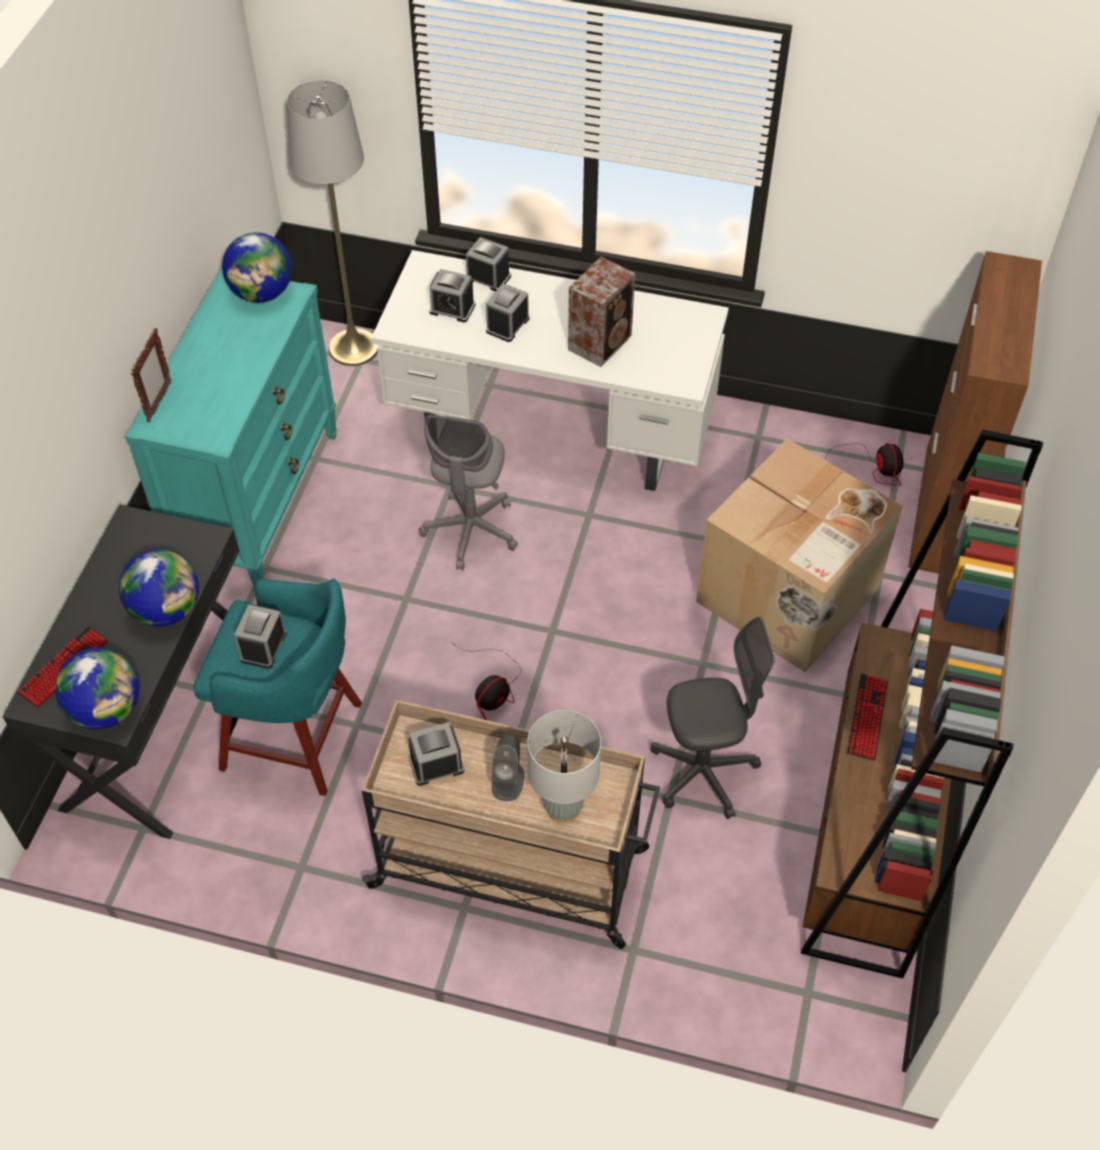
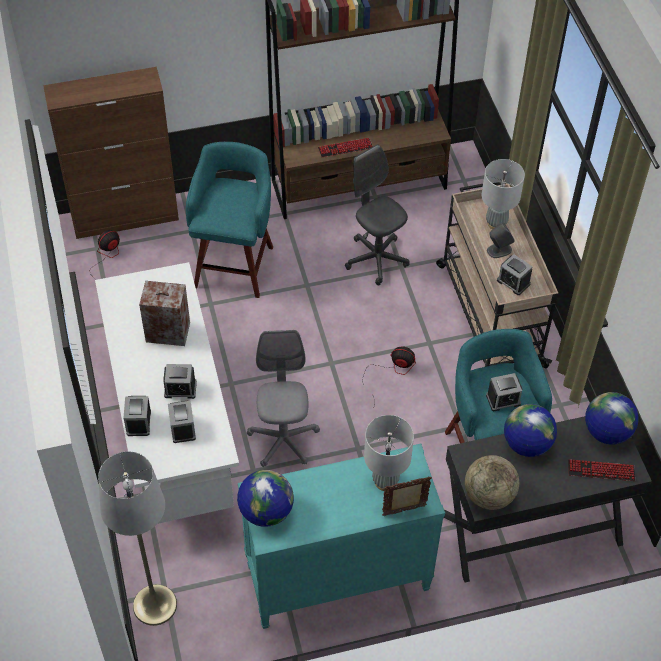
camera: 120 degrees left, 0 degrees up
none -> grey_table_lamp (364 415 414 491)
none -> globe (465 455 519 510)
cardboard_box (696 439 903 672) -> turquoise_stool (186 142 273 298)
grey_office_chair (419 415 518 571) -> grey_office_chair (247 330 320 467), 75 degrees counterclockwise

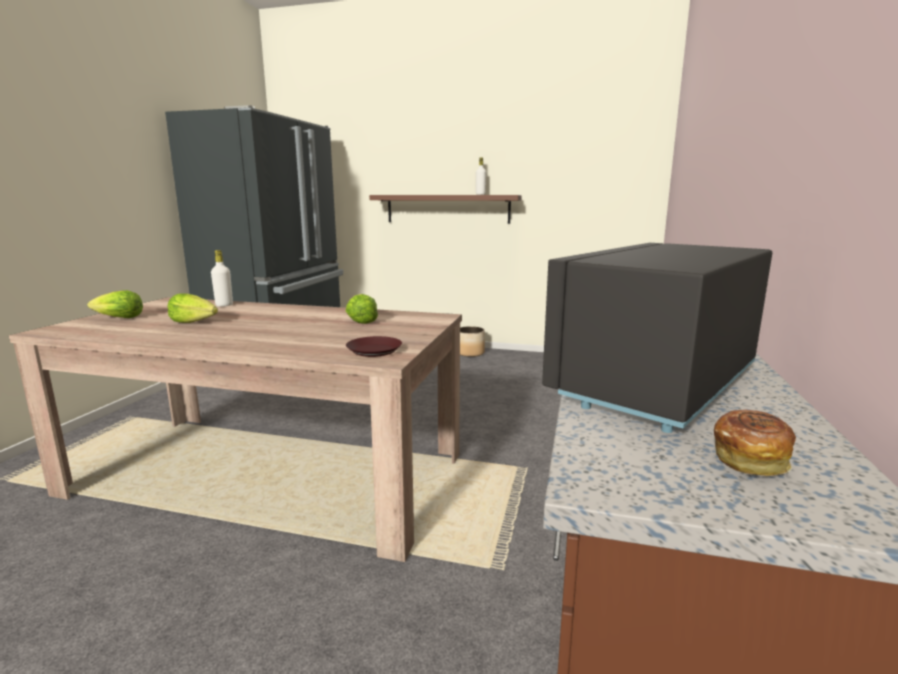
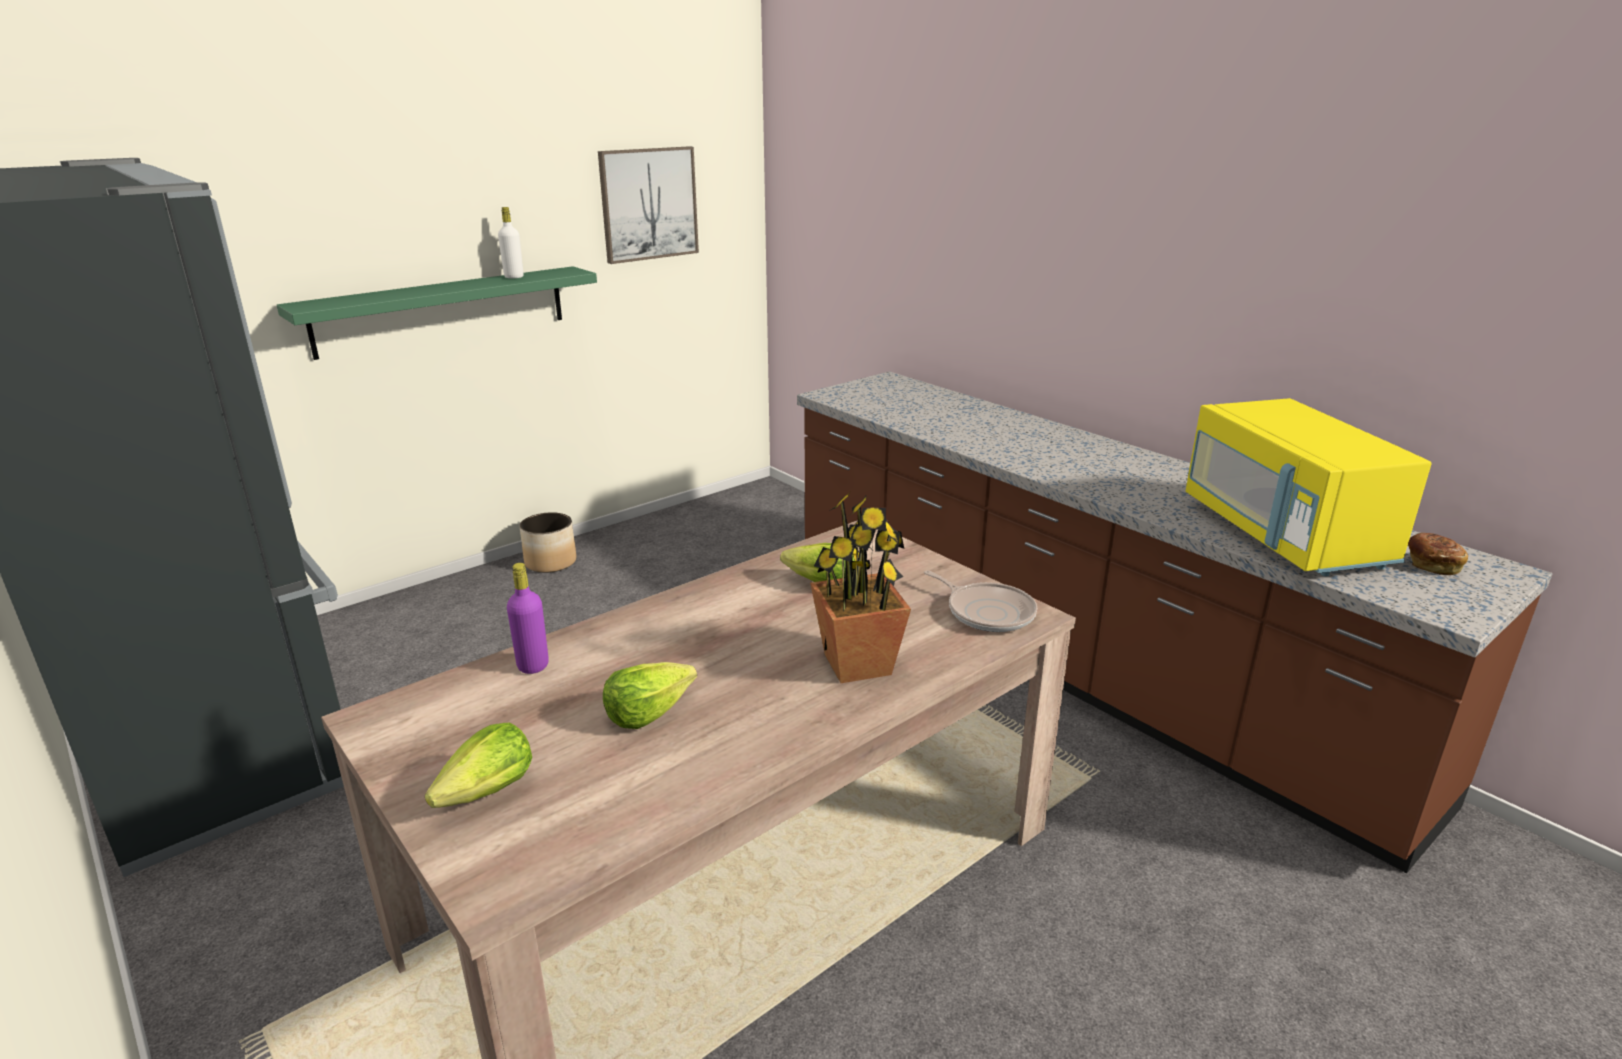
camera: 55 degrees left, 10 degrees up
none -> picture (598 146 699 264)
none -> potted_plant (810 492 911 683)
brown_plate (346 336 402 357) -> frying_pan (924 570 1037 632)
white_bottle (211 250 233 307) -> purple_bottle (507 563 549 674)
brown_shelf (369 195 522 224) -> green_shelf (277 266 597 360)
black_microwave (542 243 772 433) -> yellow_microwave (1186 398 1431 576)

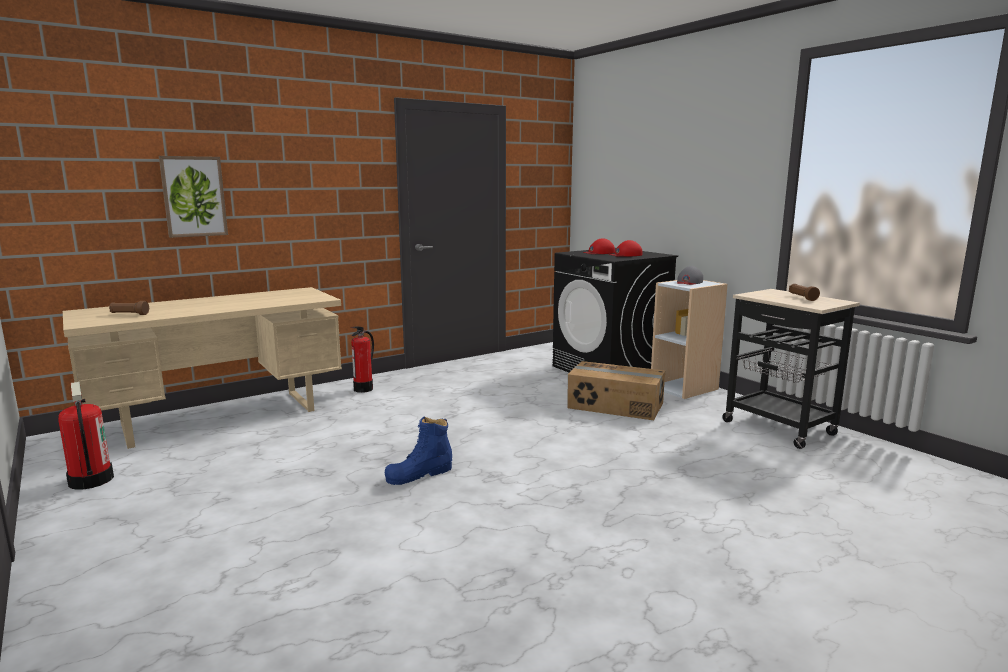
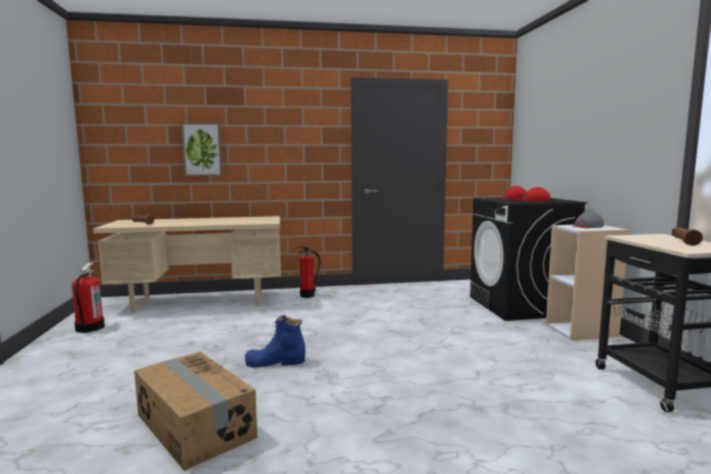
camera: 25 degrees right, 5 degrees down
cardboard_box (567 361 665 420) -> cardboard_box (134 351 257 471), moved

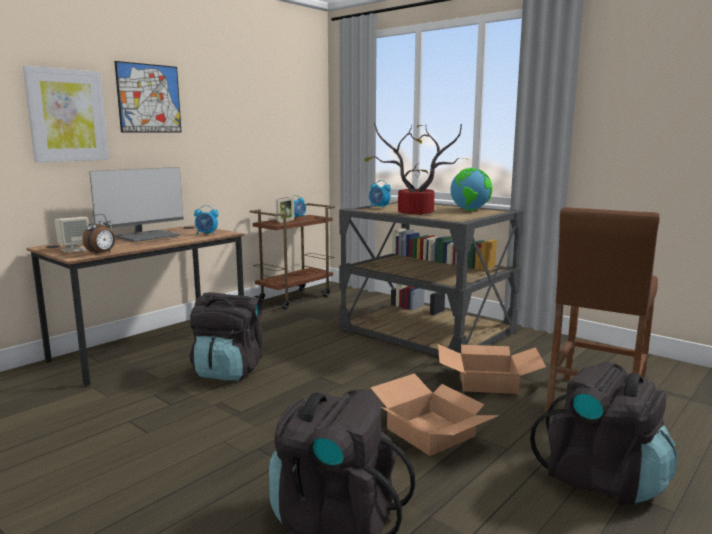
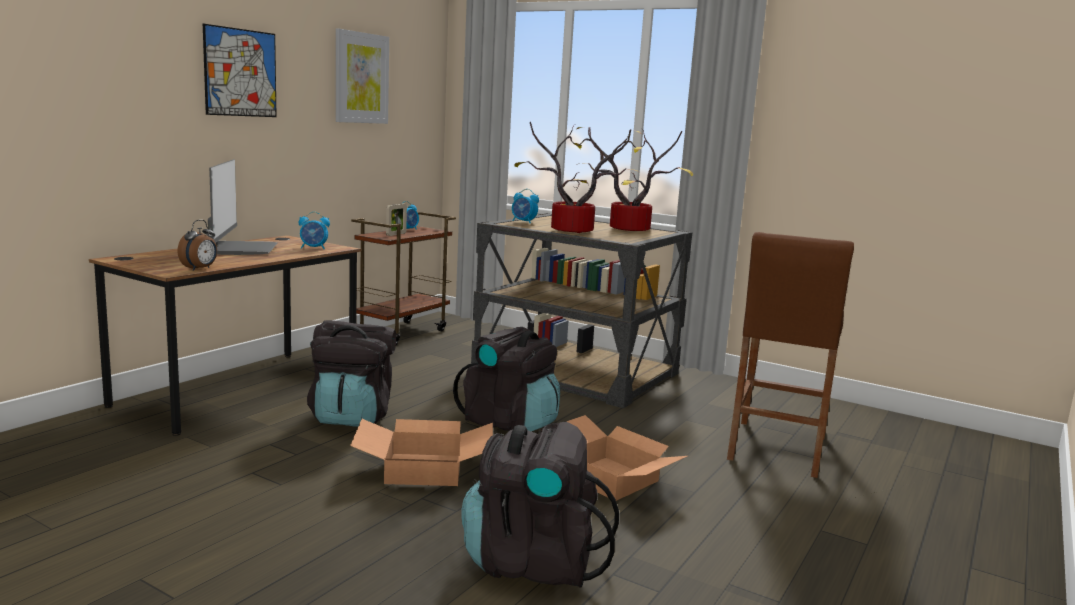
camera: 10 degrees left, 0 degrees up
beige_speaker (55 217 89 253) -> none
picture (23 66 109 162) -> picture (335 28 389 124), moved
cardboard_box (438 344 546 394) -> cardboard_box (350 419 493 486), moved
black_backpack (530 362 677 505) -> black_backpack (453 327 560 431), moved
globe (450 168 492 211) -> potted_plant (579 127 693 231)
monitor (89 167 184 242) -> monitor (208 159 277 255), 45 degrees counterclockwise

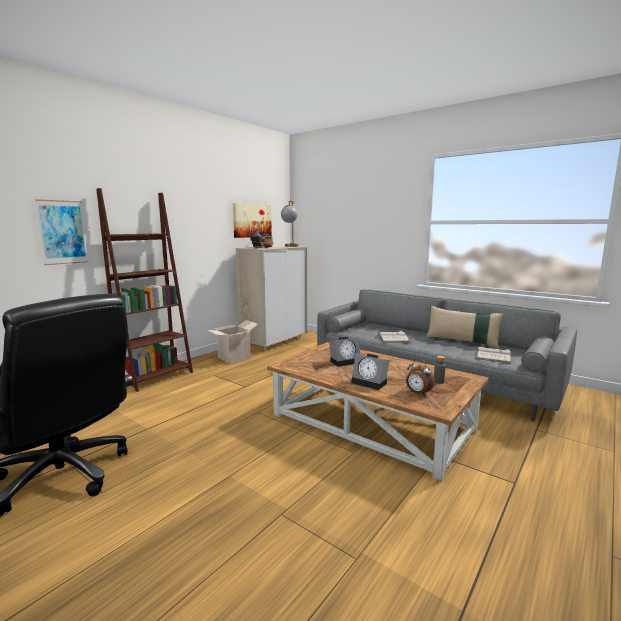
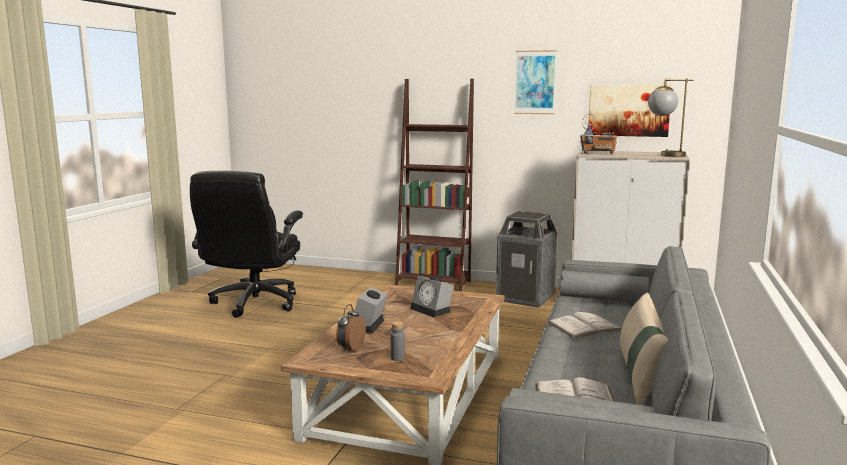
camera: 70 degrees right, 0 degrees up
picture (35 199 89 265) -> picture (514 50 557 114), moved
cardboard_box (207 320 258 364) -> trash_can (496 211 557 308)

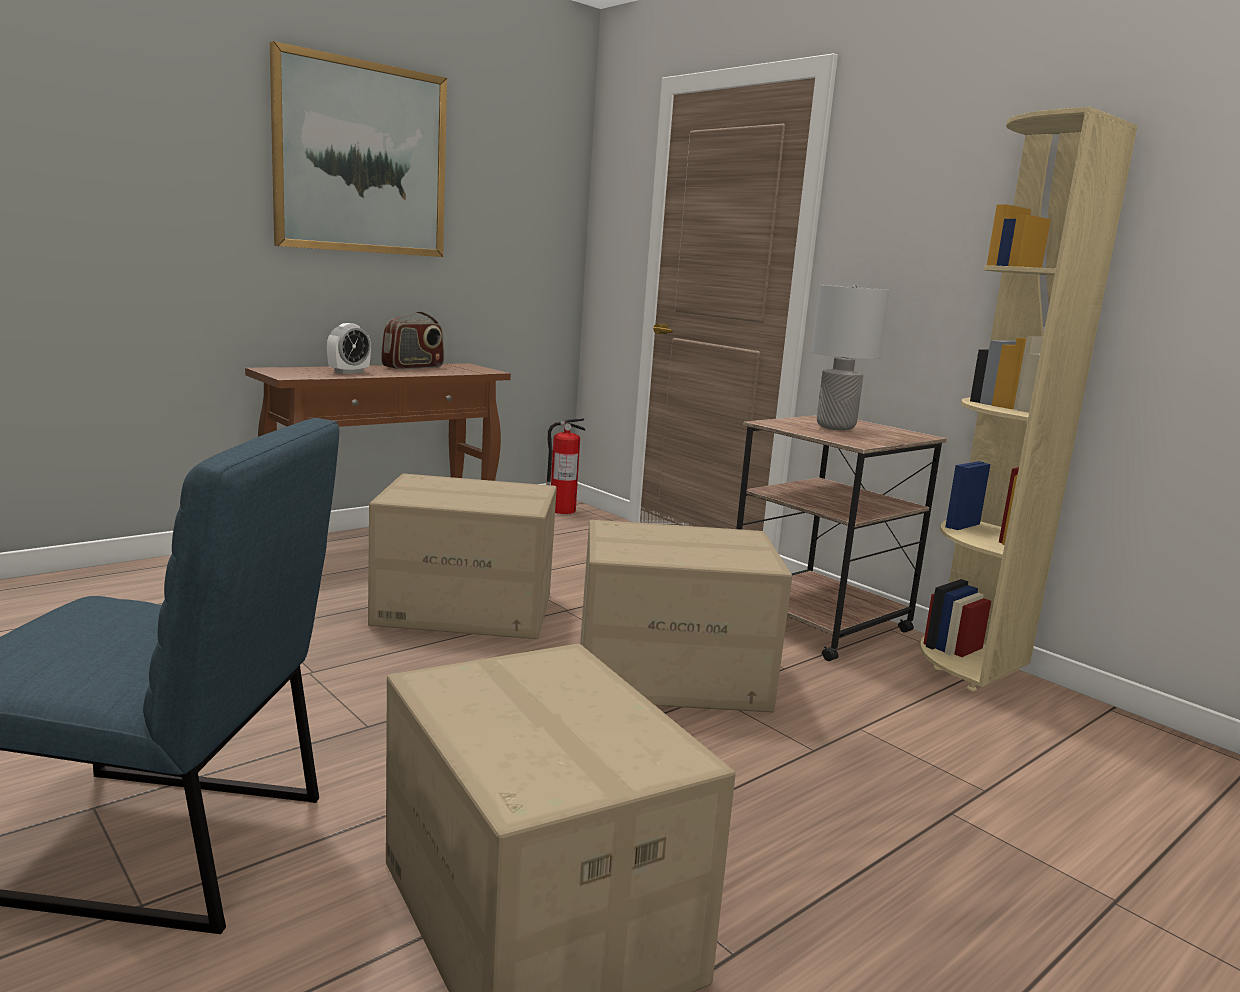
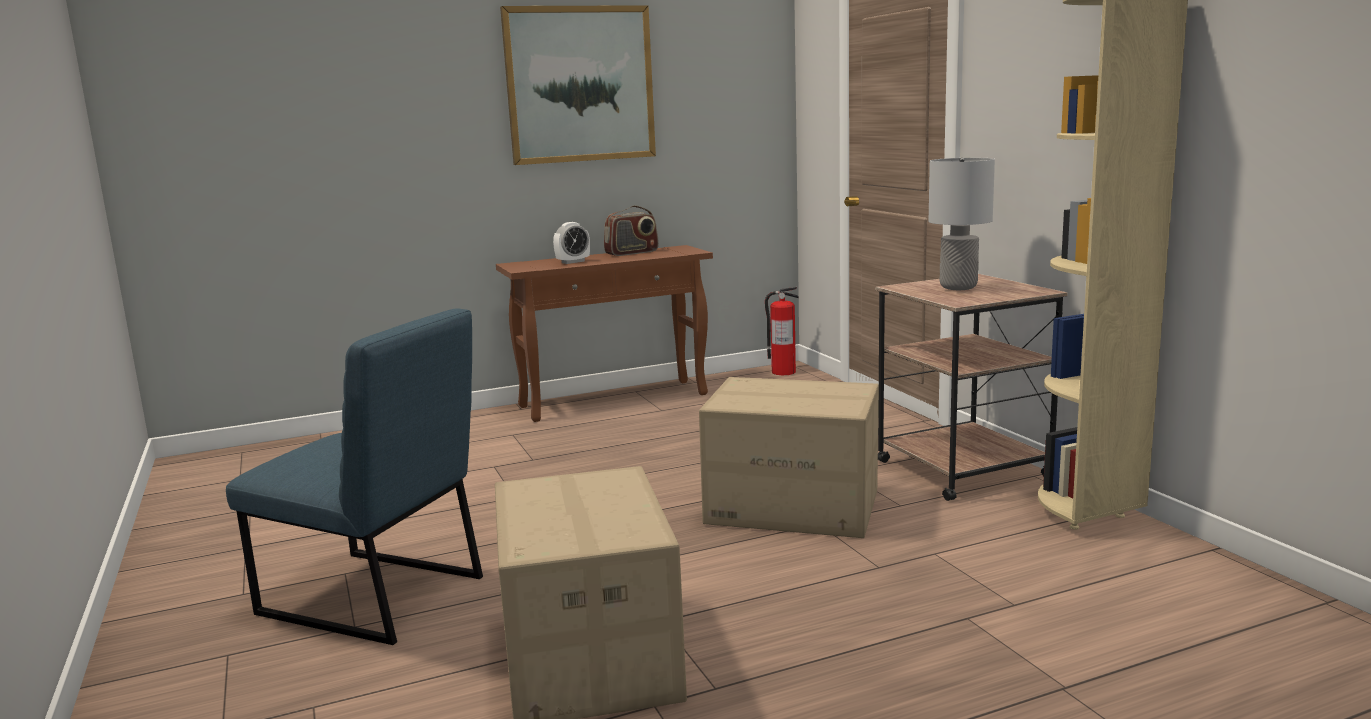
camera: 20 degrees right, 0 degrees up
cardboard_box (368 473 557 639) -> none

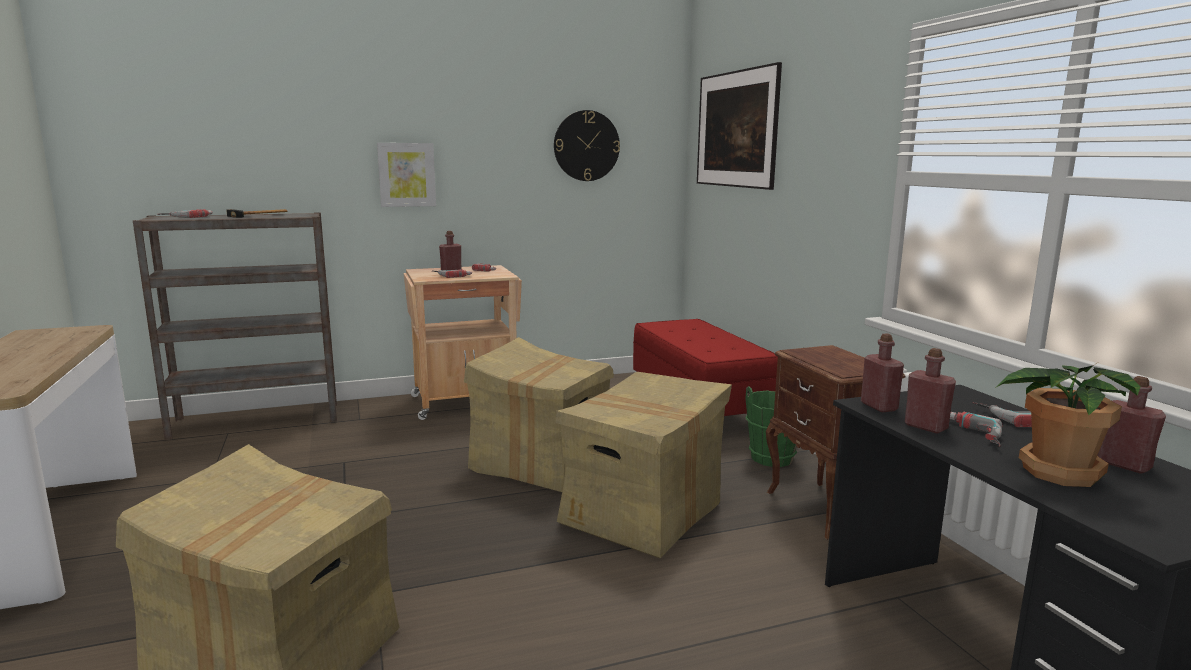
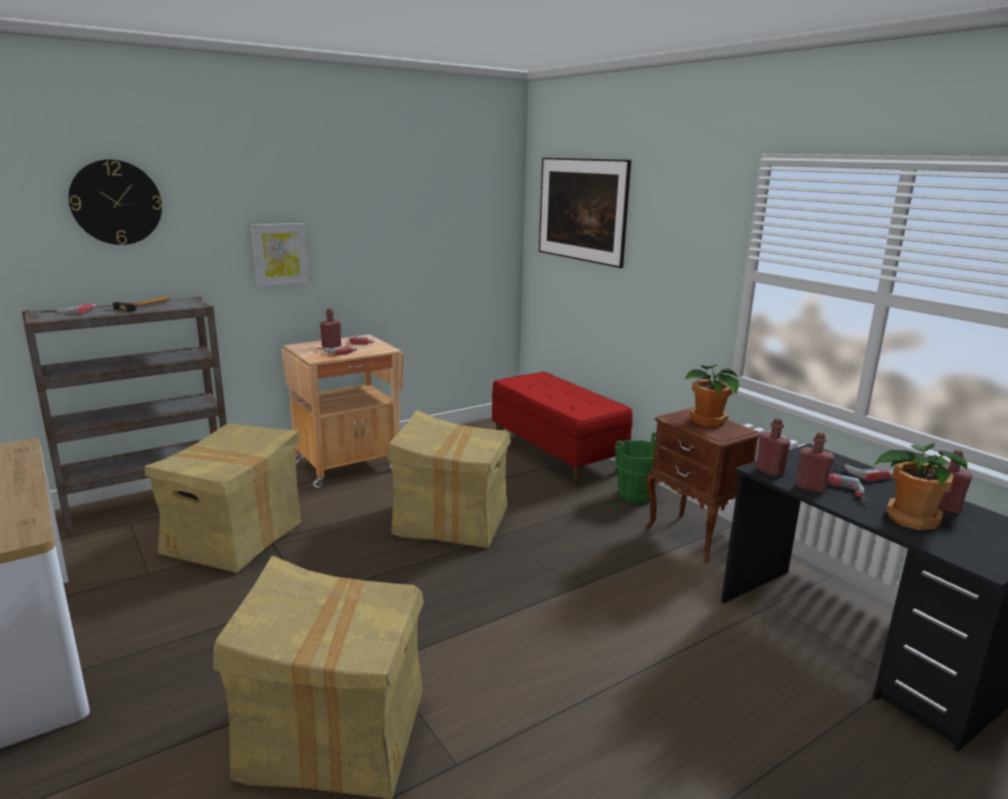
camera: 15 degrees left, 5 degrees up
none -> potted_plant (685 365 739 427)
wall_clock (554 110 620 181) -> wall_clock (68 159 162 245), moved
cardboard_box (555 372 732 558) -> cardboard_box (144 424 301 573), moved

